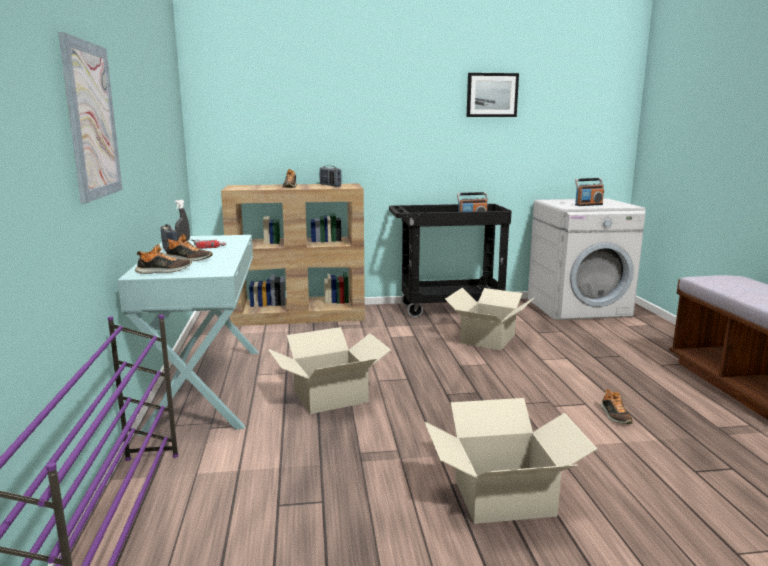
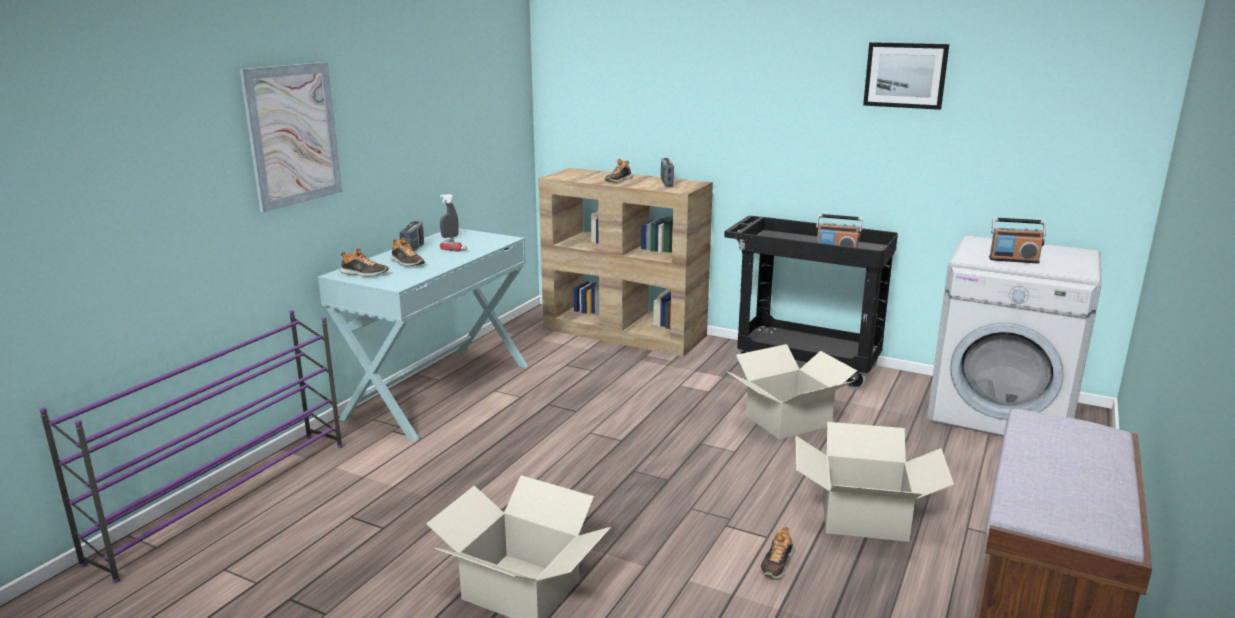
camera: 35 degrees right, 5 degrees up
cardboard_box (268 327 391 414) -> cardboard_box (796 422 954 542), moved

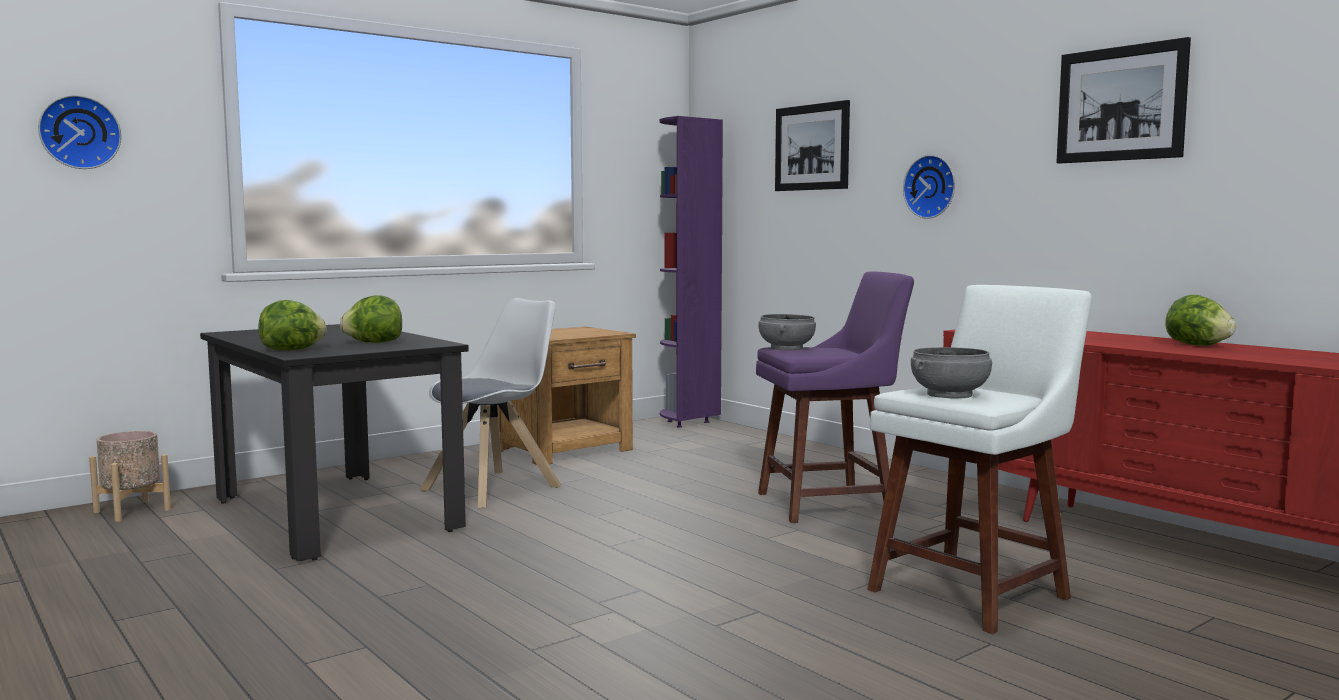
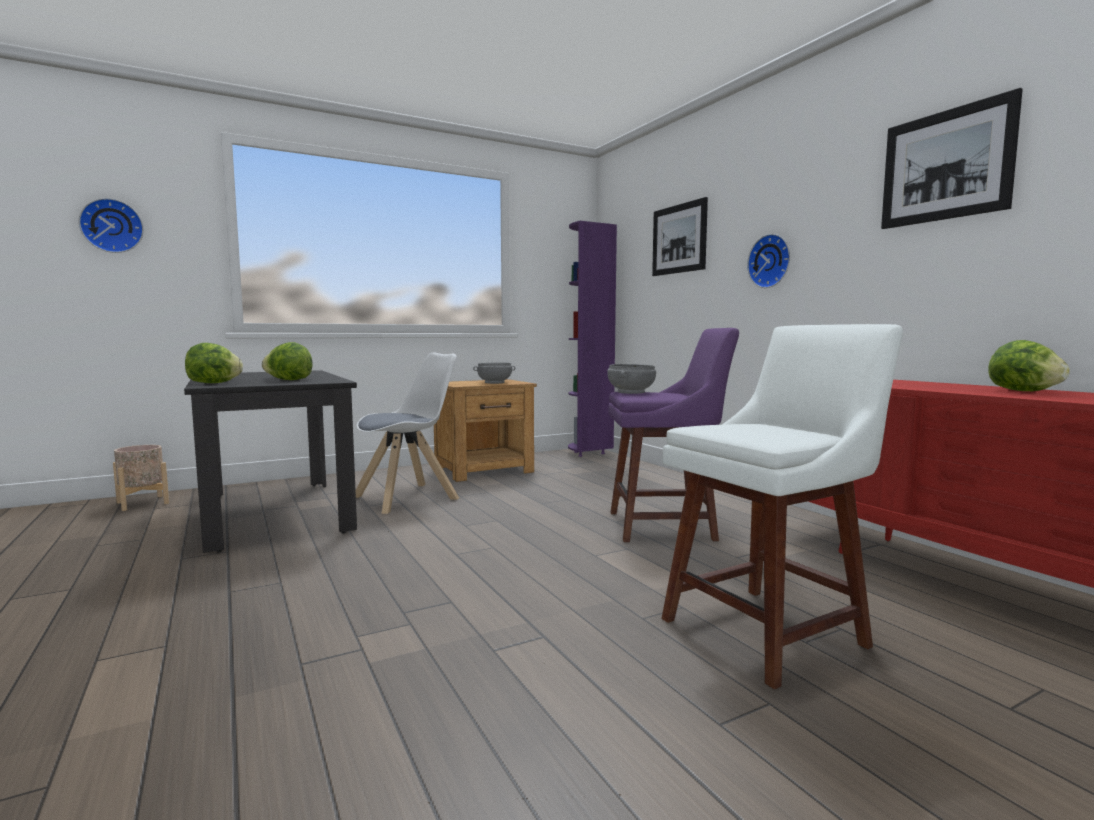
camera: 10 degrees right, 0 degrees up
grey_bowl (911 347 992 398) -> grey_bowl (473 363 515 384), moved

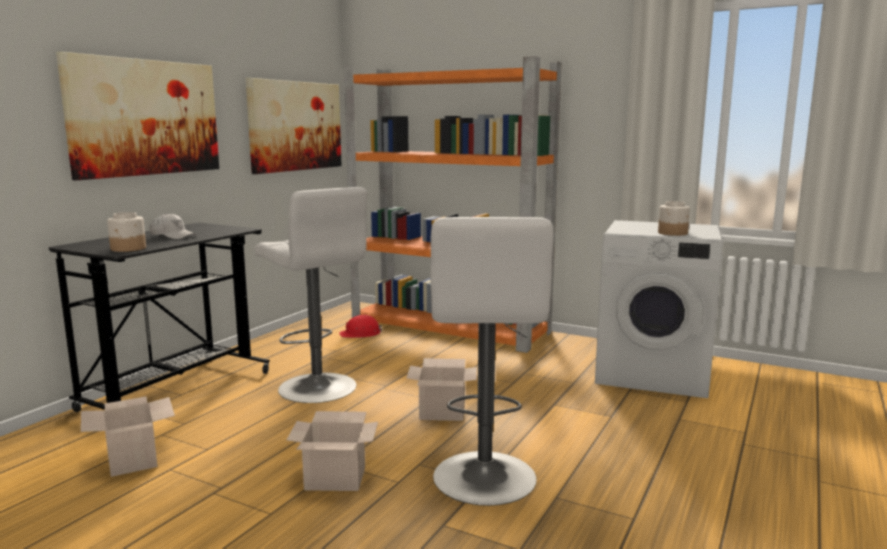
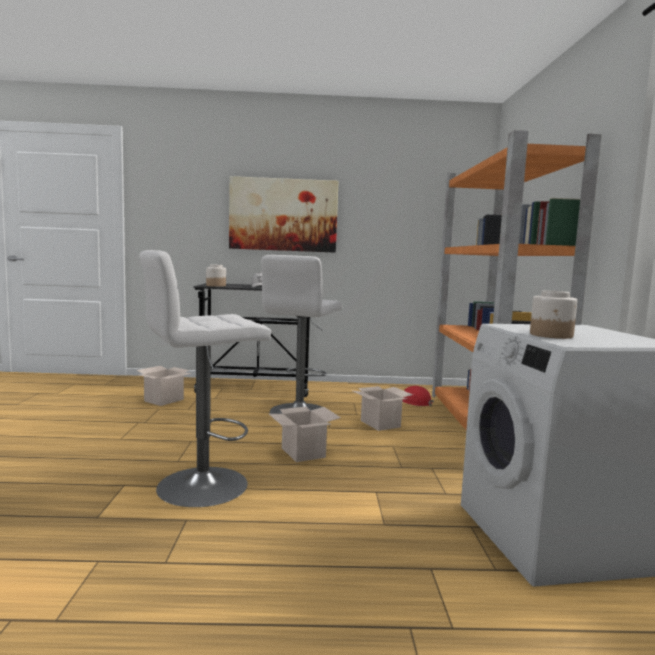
camera: 60 degrees right, 5 degrees down
picture (246 78 342 174) -> none
cardboard_box (287 411 378 491) -> cardboard_box (353 386 413 431), moved

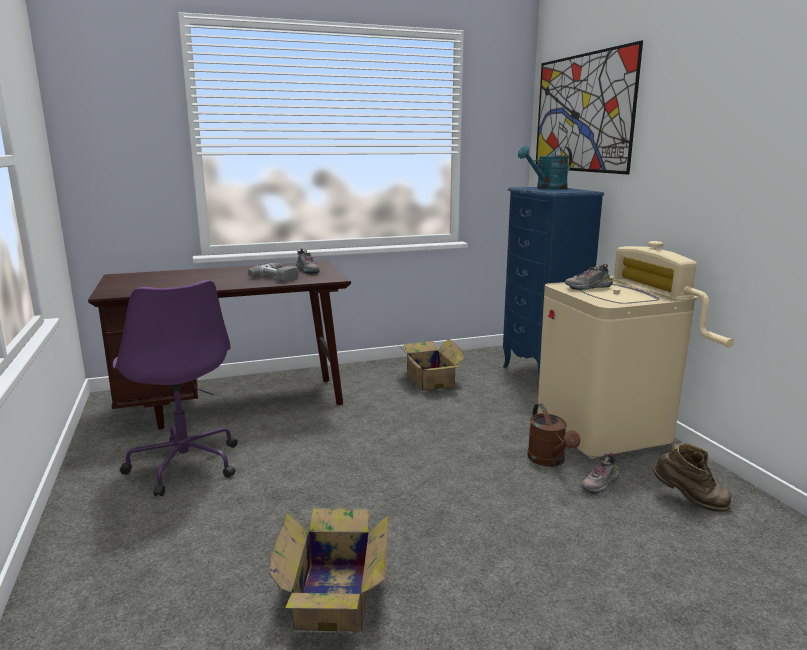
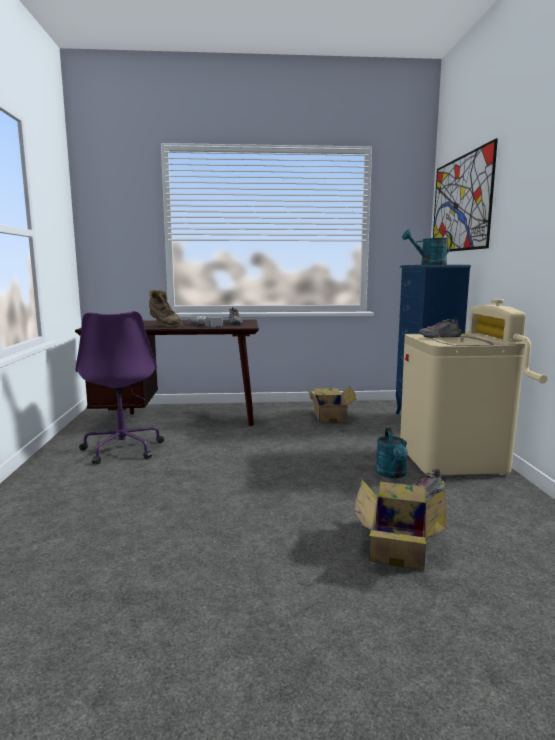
camera: 15 degrees right, 5 degrees down
cardboard_box (269 507 390 631) -> cardboard_box (354 480 447 570), moved
brown_boot (653 443 732 512) -> brown_boot (149 290 183 328), moved
brown_watering_can (527 403 581 467) -> turquoise_watering_can (375 428 408 479)

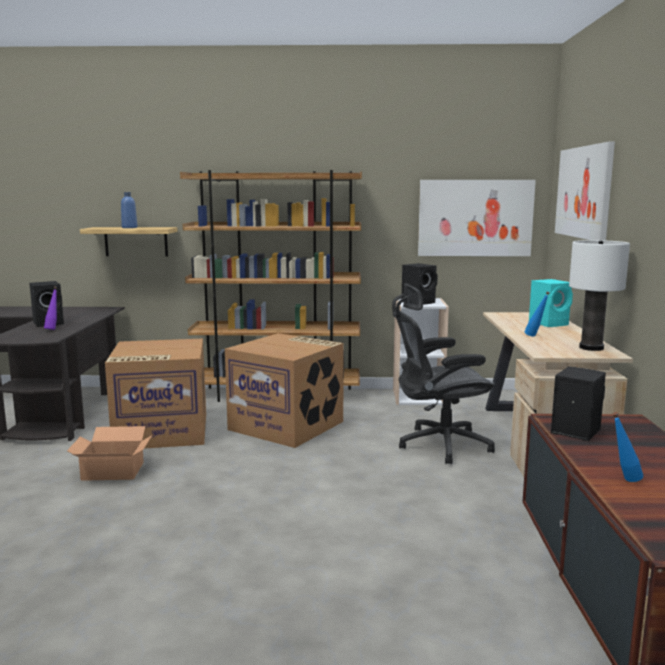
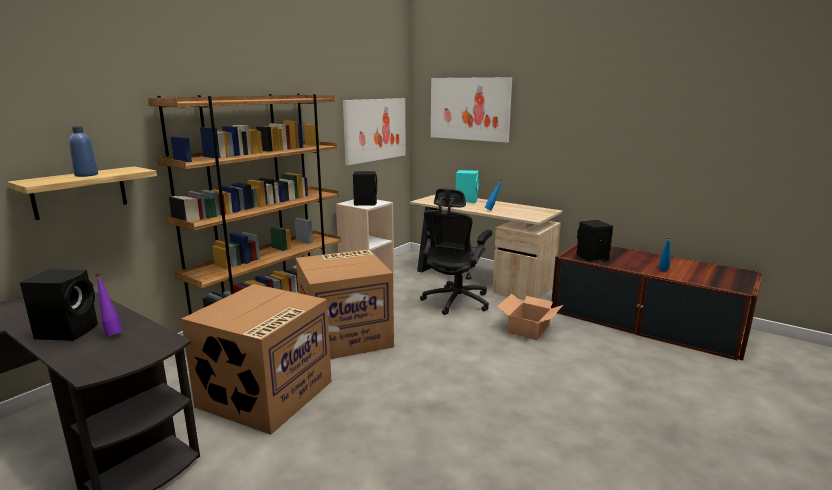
camera: 55 degrees left, 5 degrees up
white_table_lamp (569 240 630 351) -> none
cardboard_box (67 426 152 481) -> cardboard_box (497 294 563 340), moved

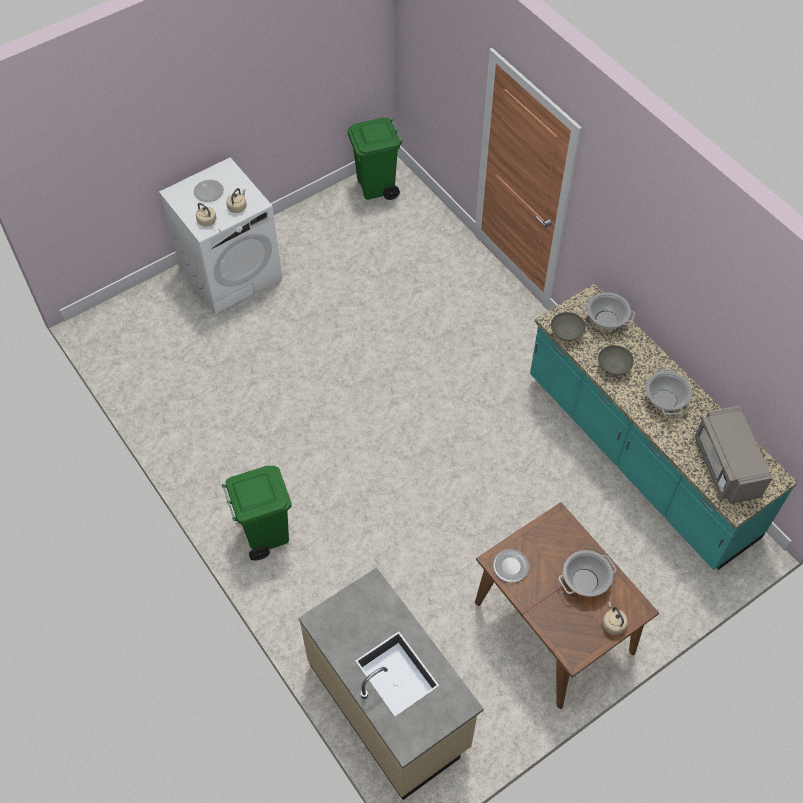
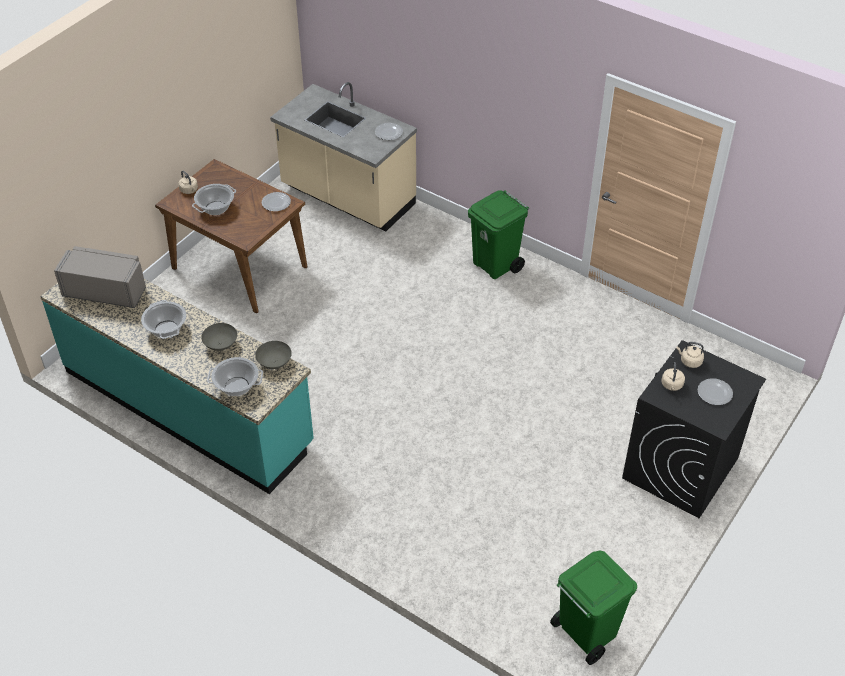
camera: 160 degrees right, 10 degrees down
none -> plate (375 123 403 140)
white_washing_machine (159 157 282 314) -> black_washing_machine (622 340 766 518)
grey_microwave (695 405 773 504) -> grey_microwave (54 246 146 308), 45 degrees counterclockwise

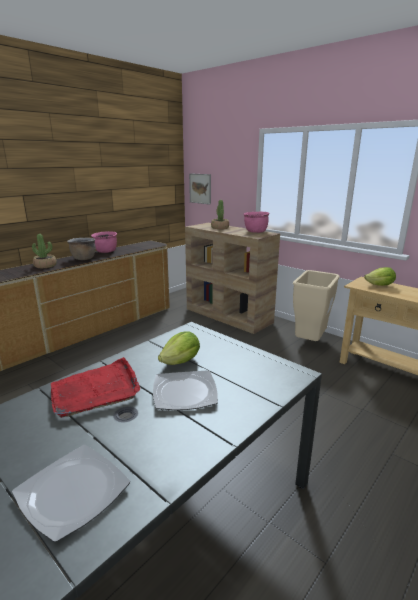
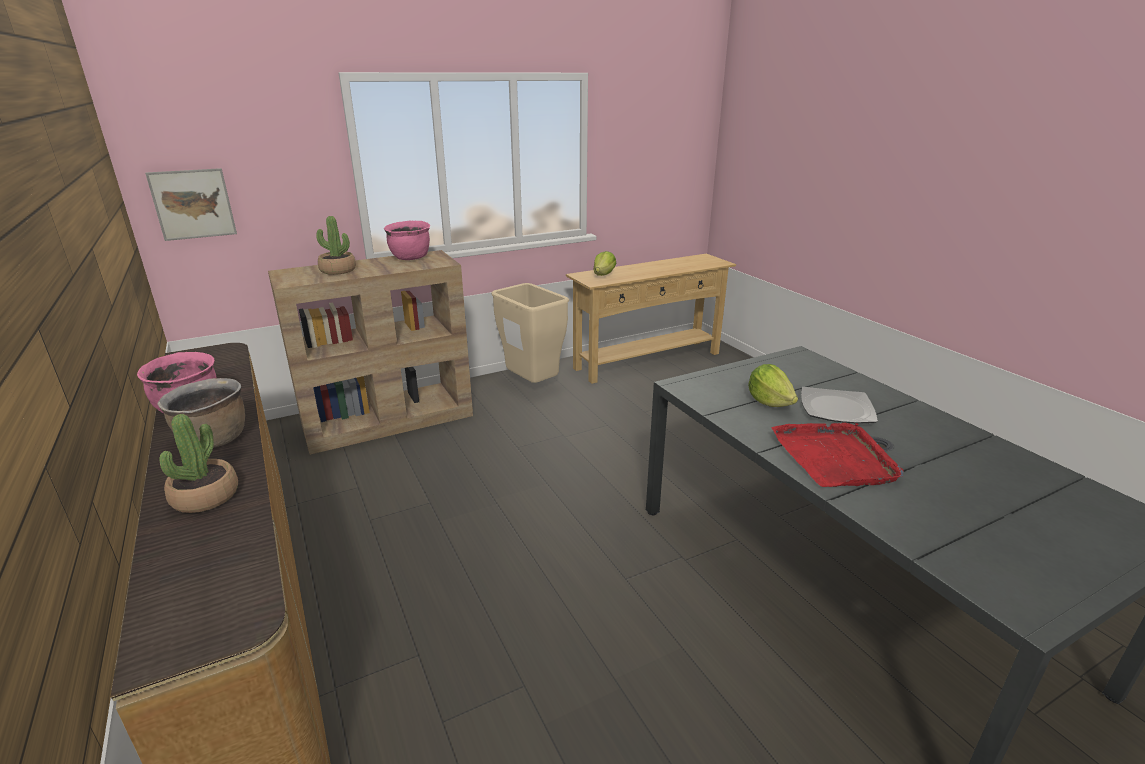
camera: 70 degrees left, 5 degrees up
plate (12 445 130 542) -> none

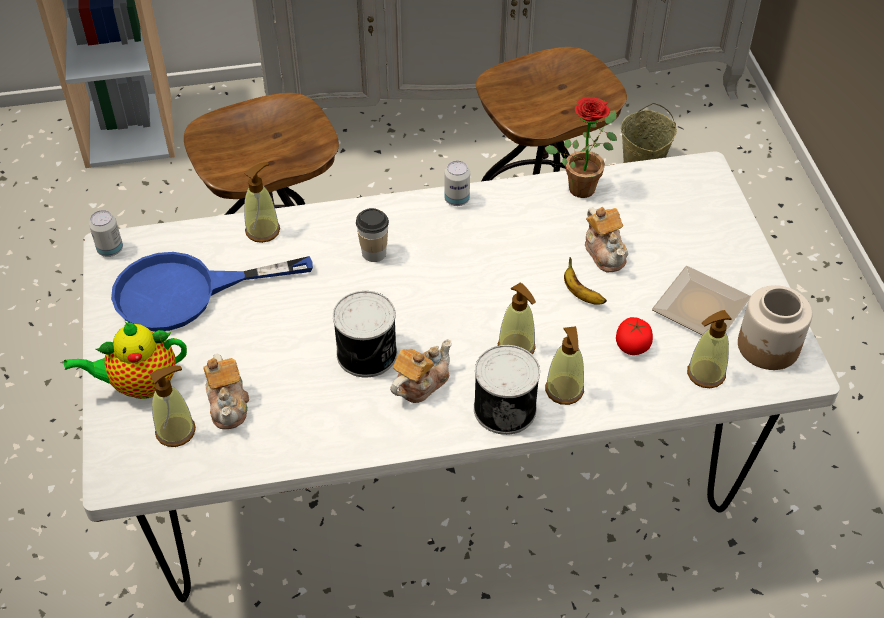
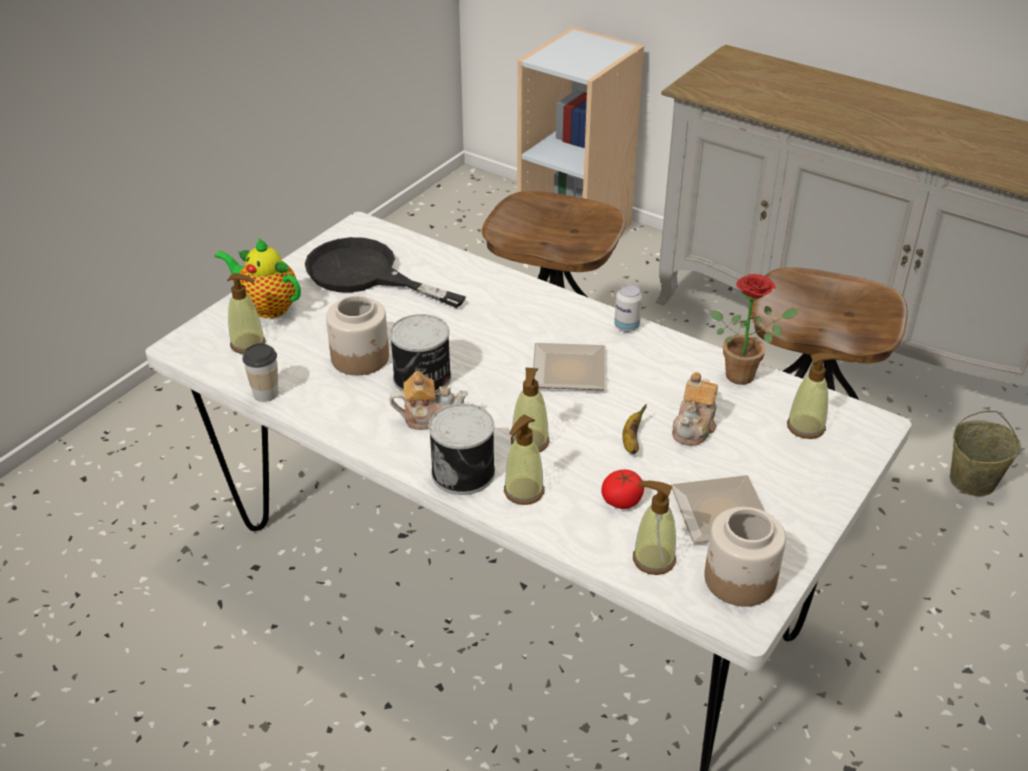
camera: 45 degrees right, 10 degrees down
can (89 210 123 257) -> none
teapot (204 354 249 429) -> none
none -> jar (326 295 389 375)
none -> plate (533 343 606 390)
soap_dispenser (244 162 280 243) -> soap_dispenser (787 353 841 439), moved
cup (356 208 389 262) -> cup (242 343 278 402), moved
blue_frying_pan (111 252 313 332) -> black_frying_pan (305 237 466 308)

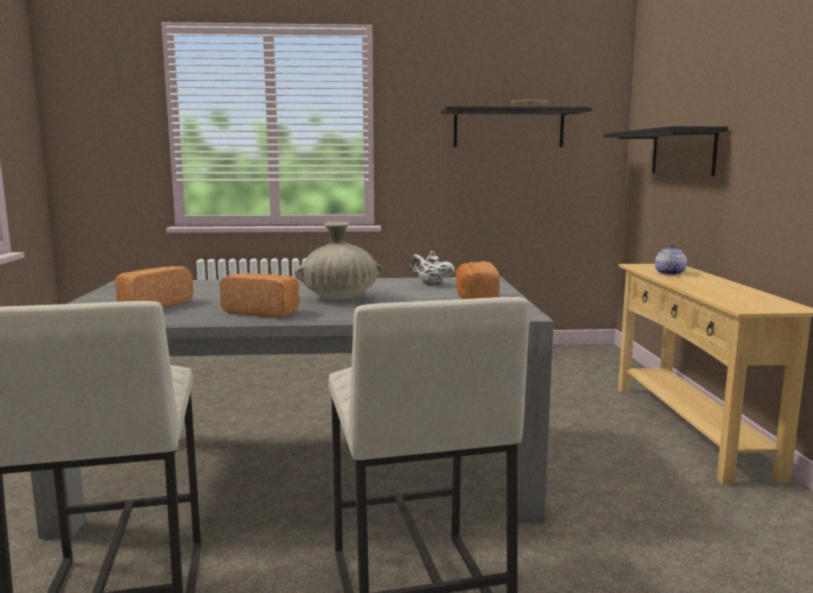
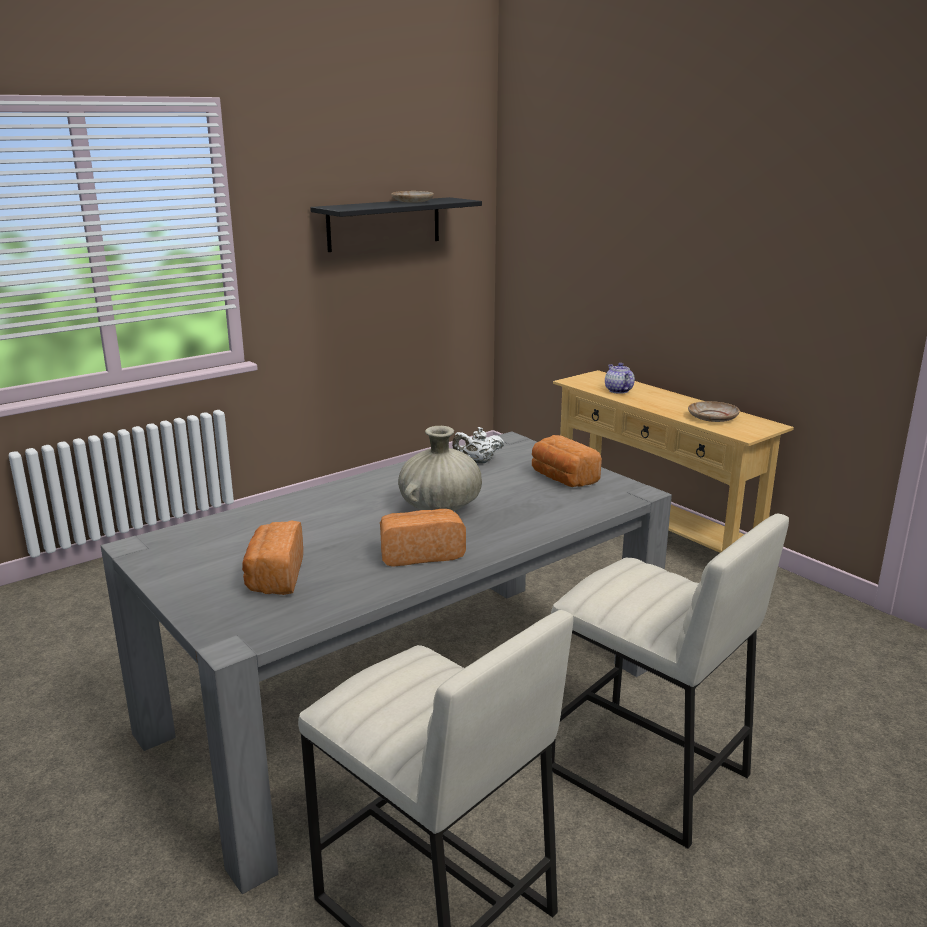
camera: 35 degrees left, 10 degrees up
black_shelf (604 126 728 176) -> none
none -> beige_plate (688 401 740 422)

